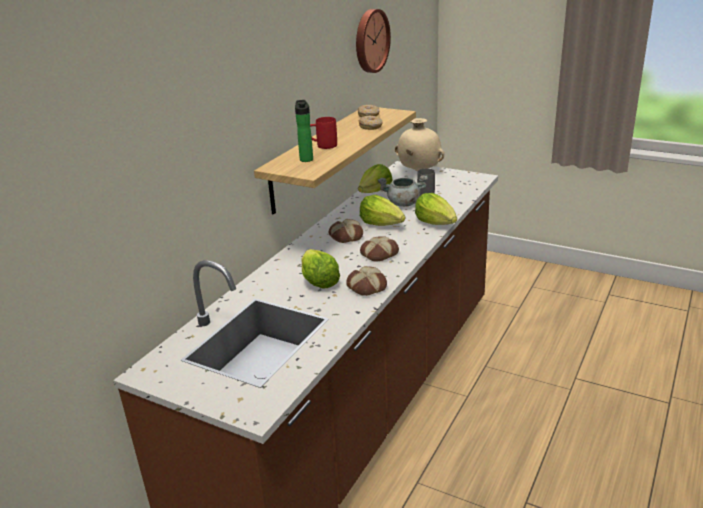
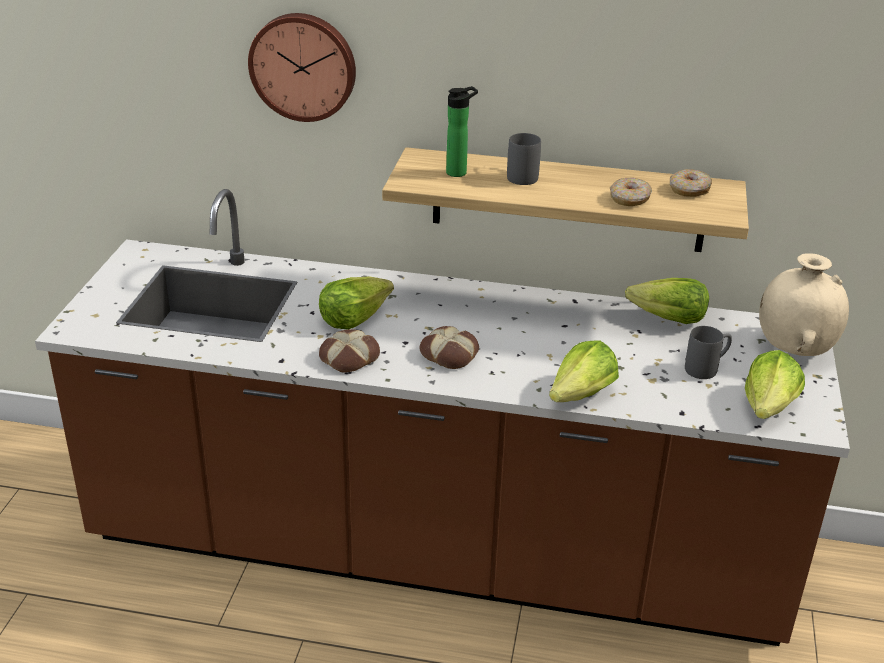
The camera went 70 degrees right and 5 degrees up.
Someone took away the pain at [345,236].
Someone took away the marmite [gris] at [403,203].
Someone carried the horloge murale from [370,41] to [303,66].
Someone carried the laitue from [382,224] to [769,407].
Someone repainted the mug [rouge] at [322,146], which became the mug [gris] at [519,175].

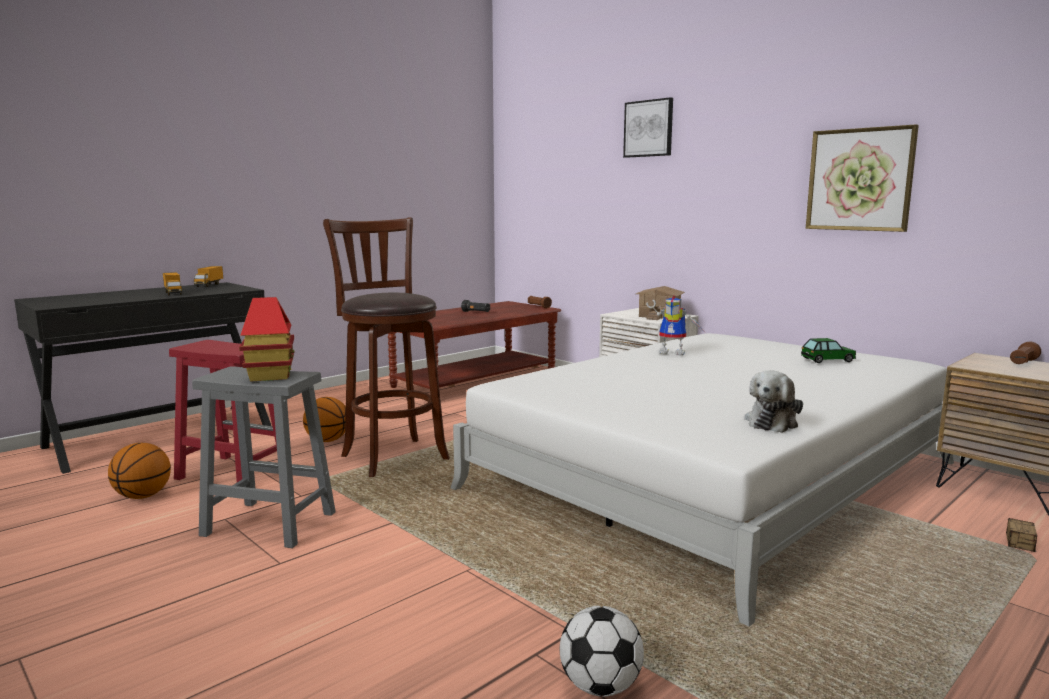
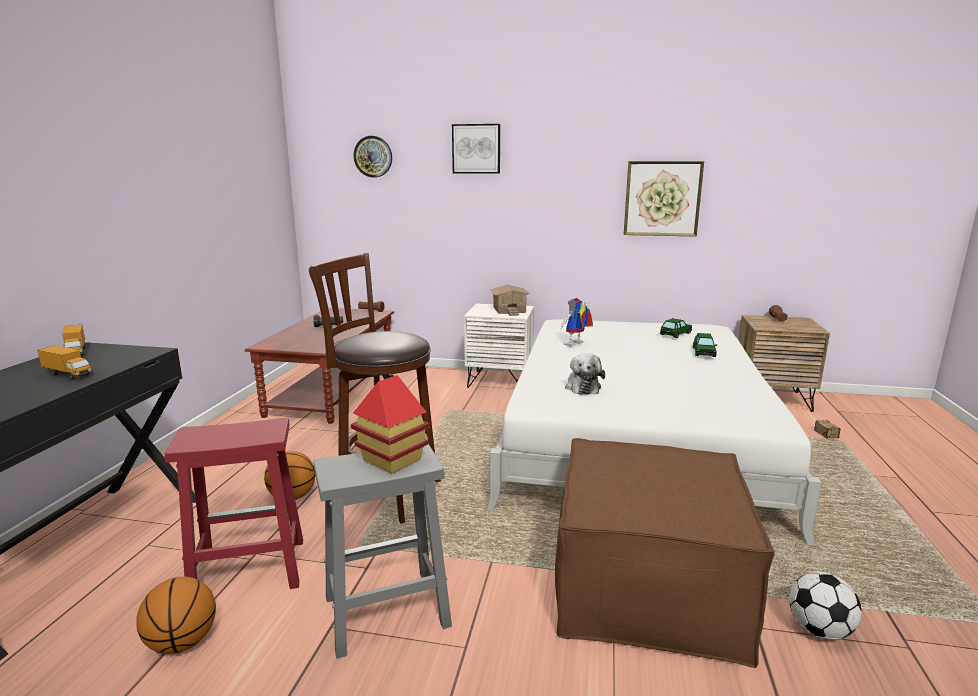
The camera went 35 degrees left and 5 degrees up.
Someone put up the horloge murale at [373,156].
Someone put down the pouf [marron] at [648,588].
Someone put down the petite voiture at [703,352].
Someone carried the peluche from [772,422] to [582,387].
Someone rotated the robot jouet at [674,353] by 150 degrees clockwise.

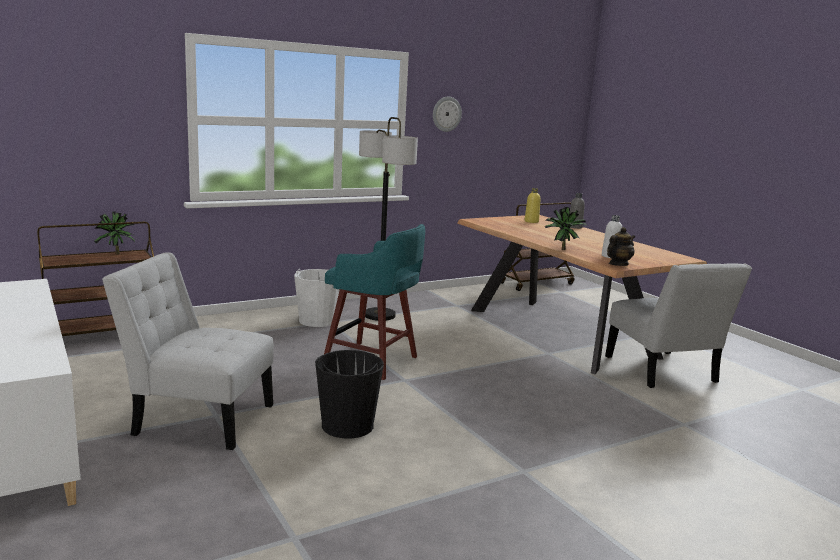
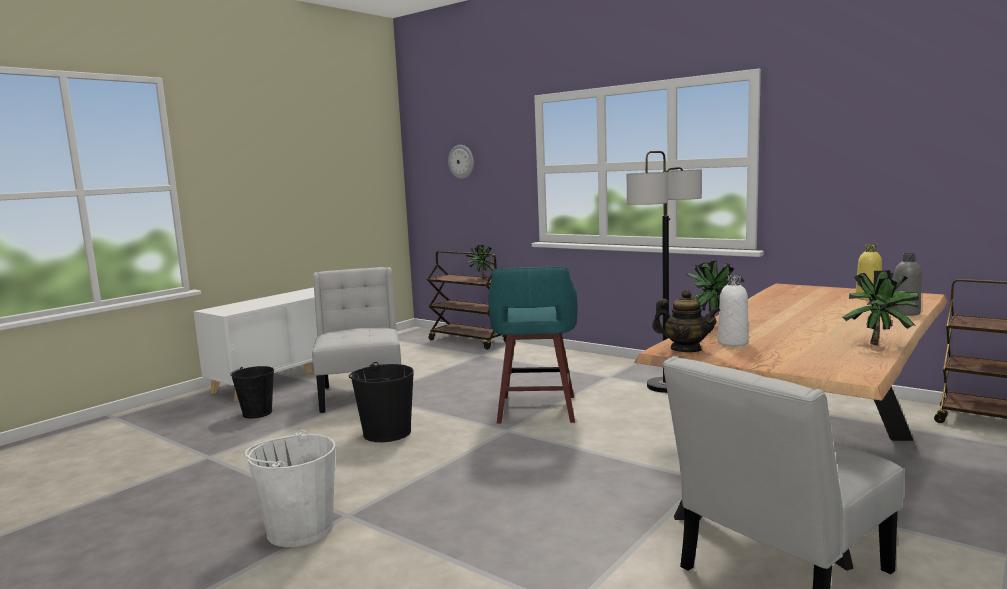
The camera went 70 degrees right and 5 degrees down.
Someone put down the seau [noir] at [257,413].
Someone put down the plante en pot at [880,344].
Someone carried the seau [blanc] from [317,321] to [299,529].
Someone carried the horloge murale from [446,114] to [461,161].

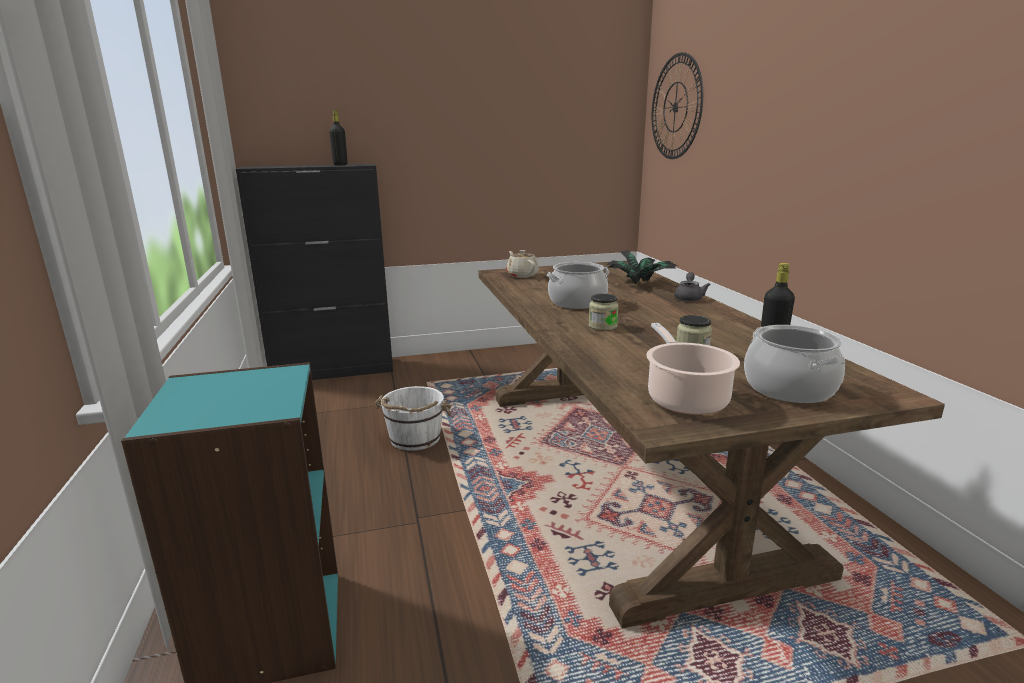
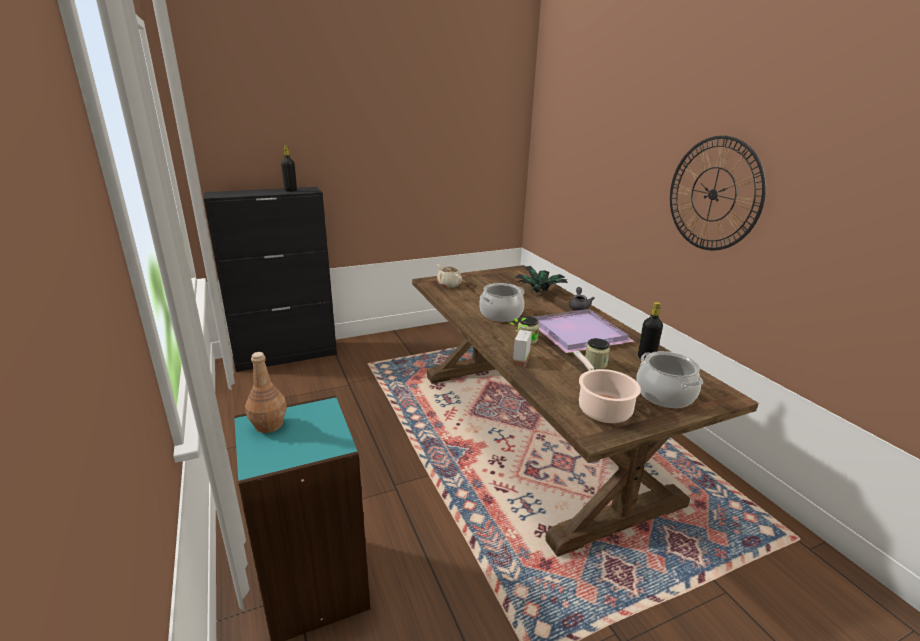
The camera went 10 degrees left and 5 degrees up.
Someone took away the seau [blanc] at [414,439].
Someone put down the bouteille [marron] at [268,425].
Someone put down the plante en pot at [516,359].
Someone put down the plateau [violet] at [577,334].
Someone carried the horloge murale from [675,107] to [713,194].

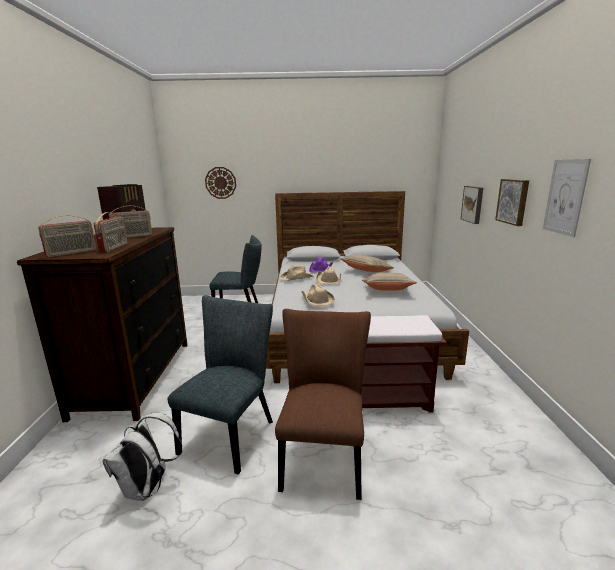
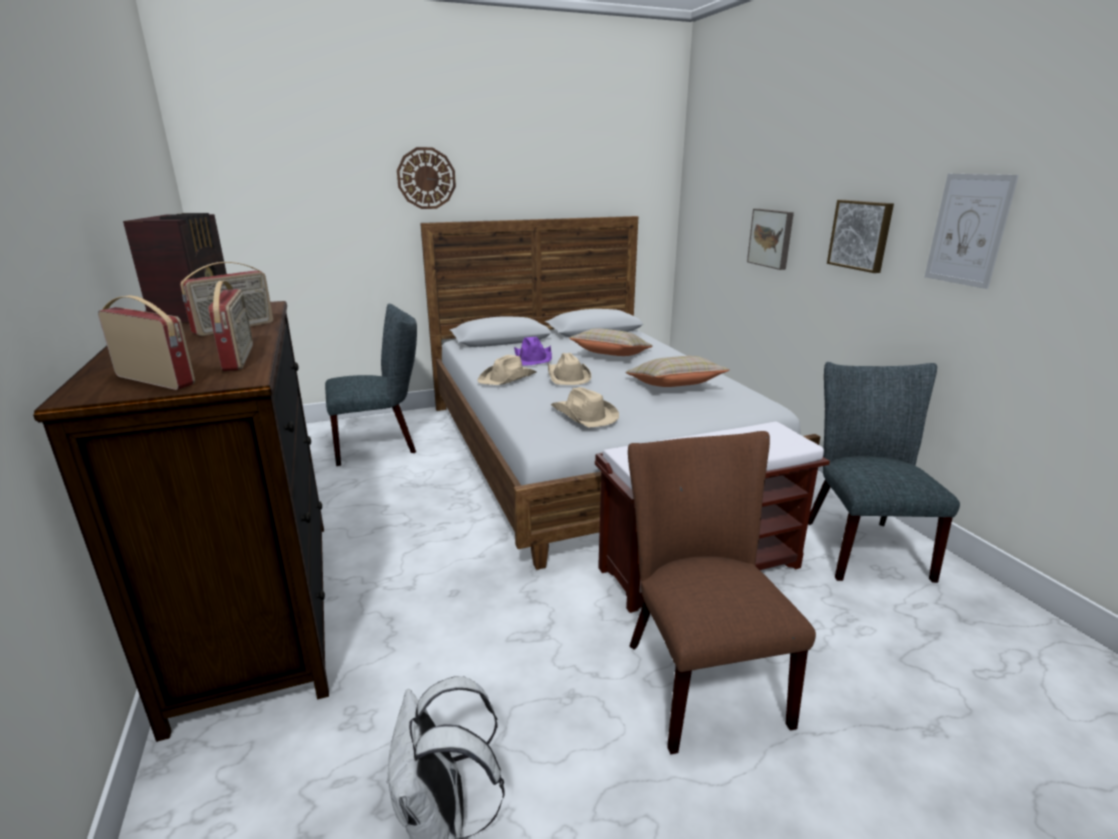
The camera went 20 degrees left and 5 degrees up.
Someone carried the chaise [gris] from [232,433] to [860,545].
Someone carried the horloge murale from [220,183] to [426,178].
Someone rotated the radio at [72,253] by 90 degrees counterclockwise.

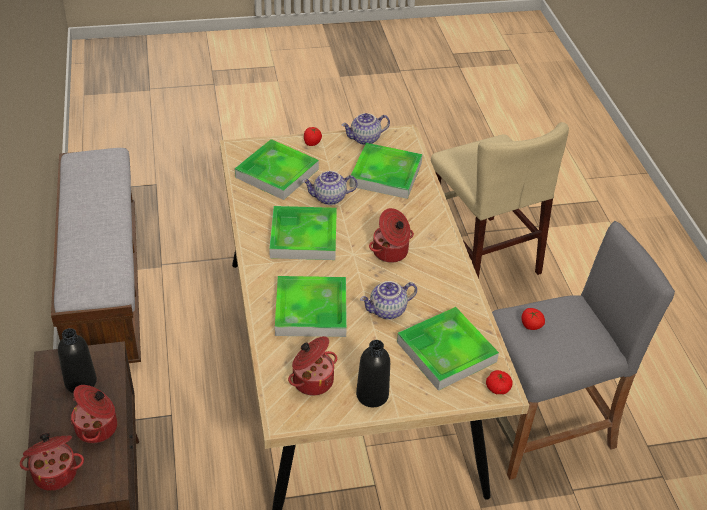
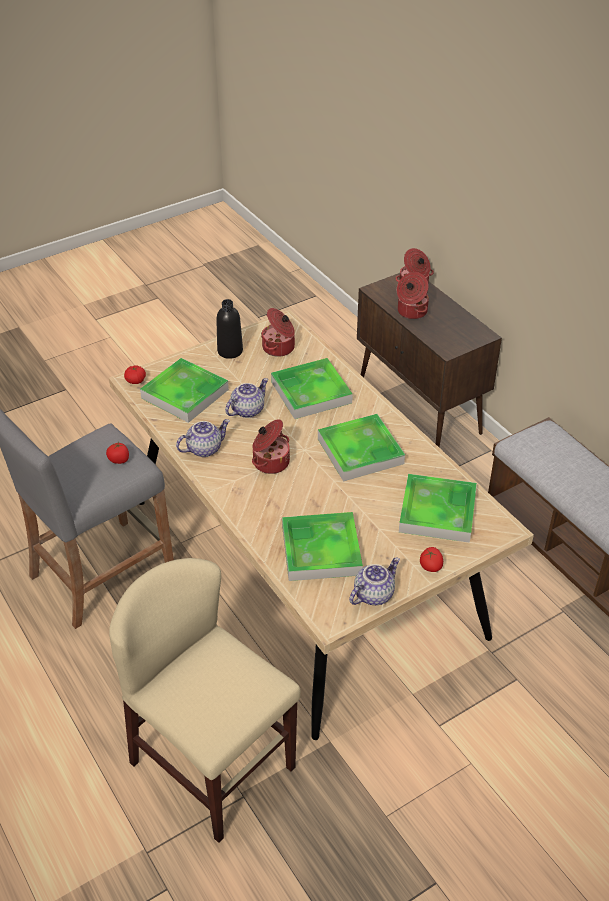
The camera went 160 degrees right and 0 degrees up.
Someone took away the bouteille [noir] at [81,382].
Someone carried the théière from [329,198] to [204,448].

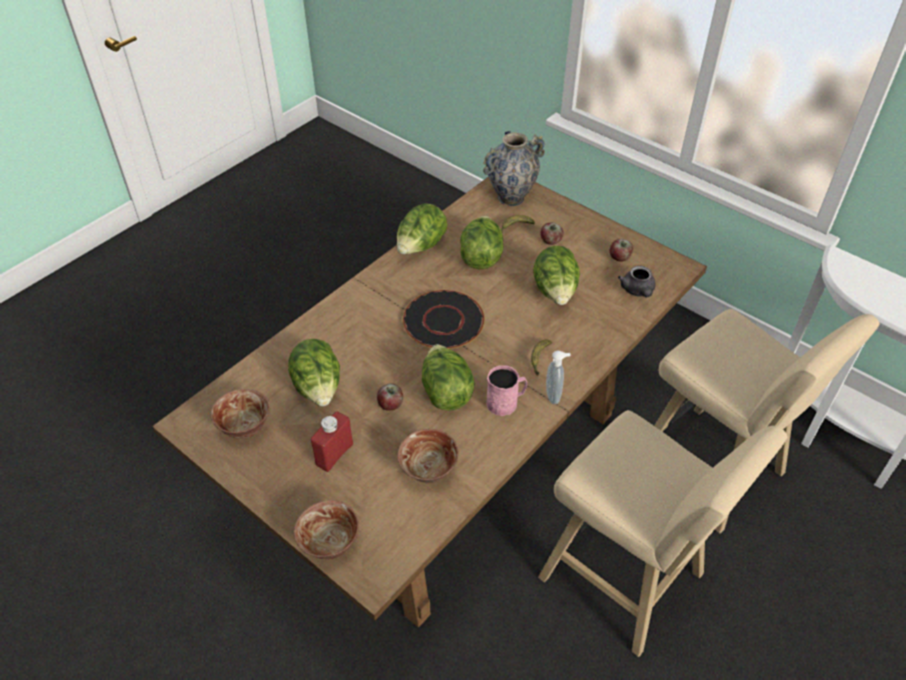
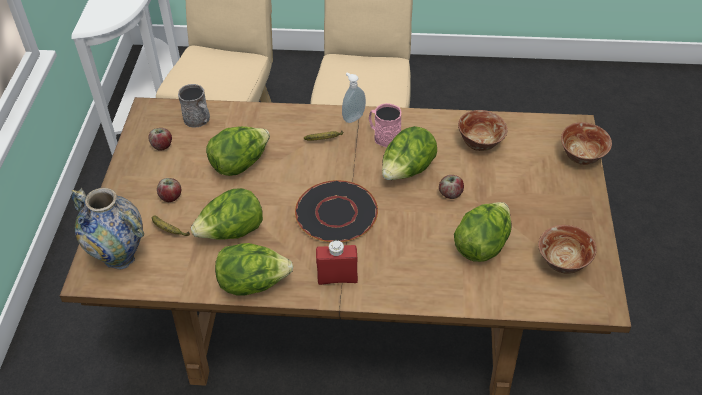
The camera went 125 degrees left and 0 degrees up.
Someone carried the bouteille [rouge] from [334,454] to [337,278].
Someone swapped the théière [gris] at [637,291] for the mug [gris] at [199,120].

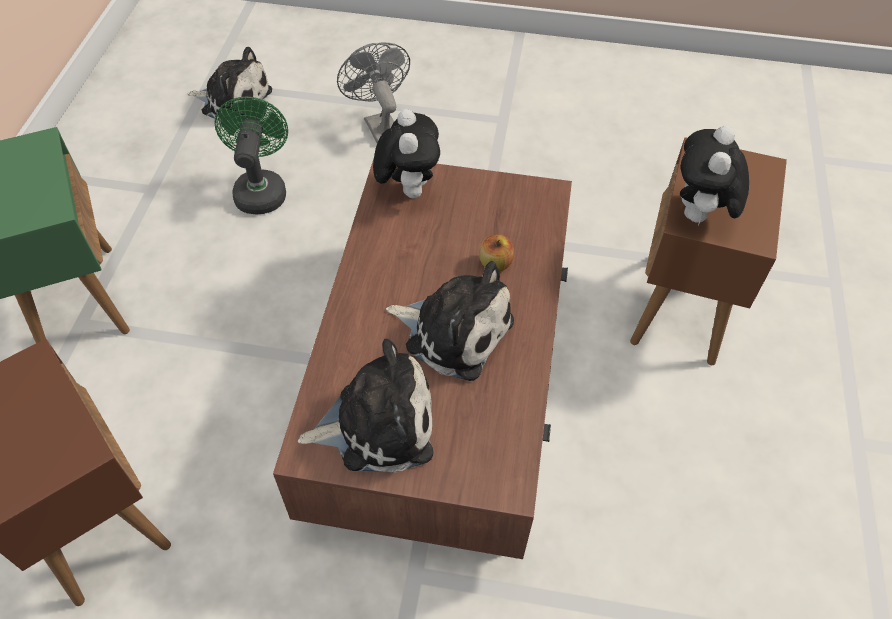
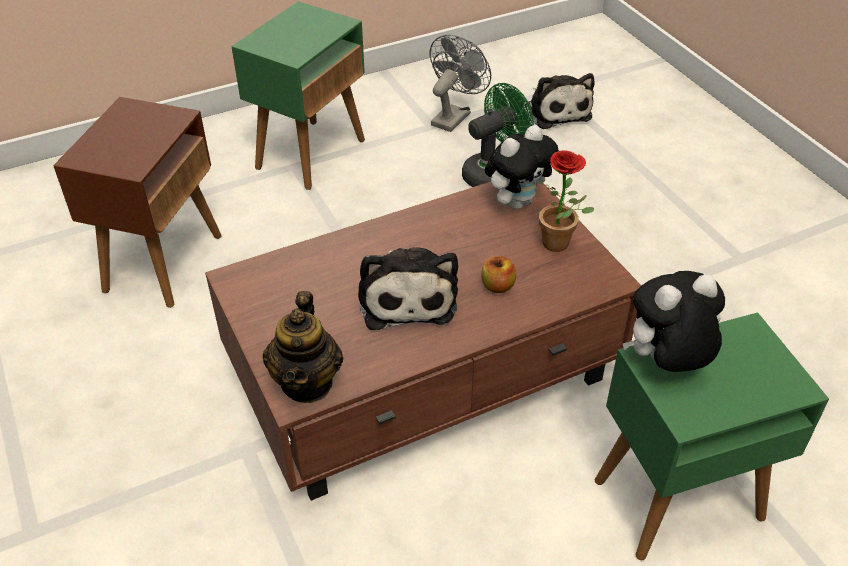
The camera went 55 degrees right and 10 degrees down.
Someone took away the peluche at [377,424].
Someone put down the théière at [307,382].
Someone put down the plante en pot at [560,245].
Someone carried the ventilateur [gris] from [379,125] to [454,116].
Someone repainted the table d'appoint [marron] at [680,309], which became the table d'appoint [vert] at [676,500].

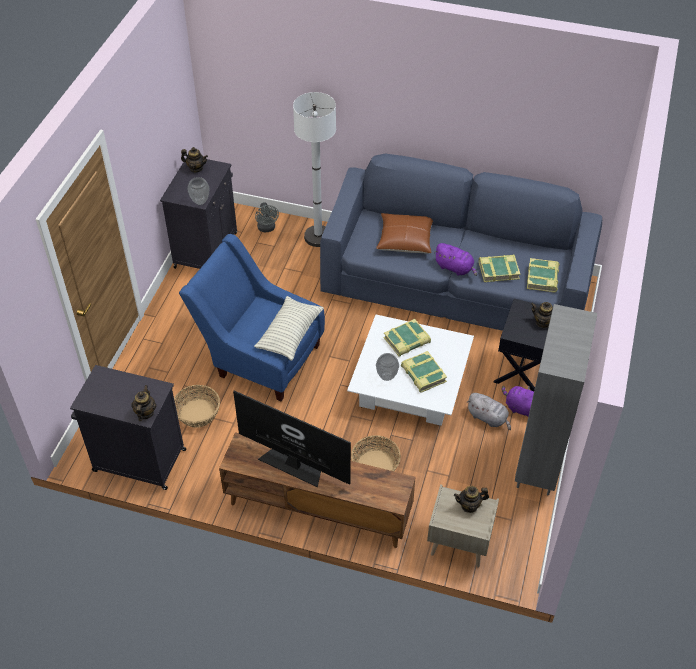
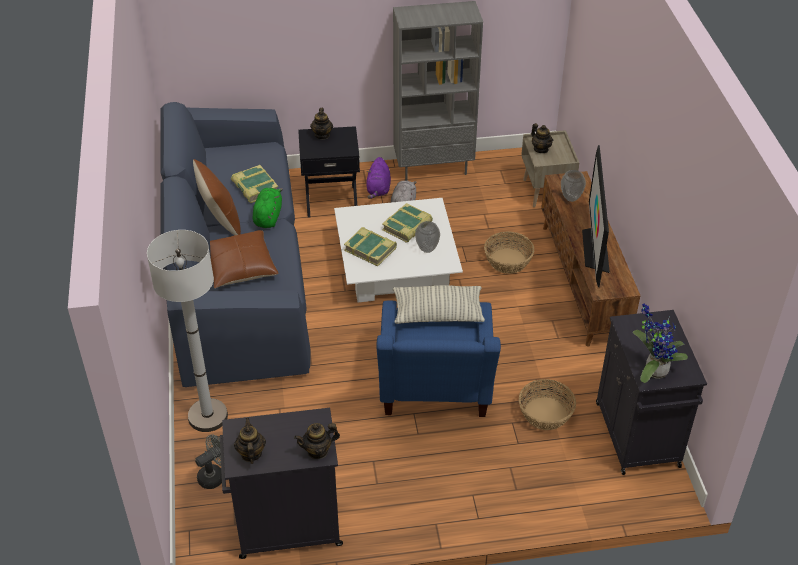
The camera went 115 degrees left and 5 degrees down.
Someone took away the livre at [543,278].
Someone put down the coussin [marron] at [220,220].
Someone put down the plante en pot at [653,370].
Someone carried the théière from [145,413] to [318,451].
Someone carried the vase from [200,202] to [571,198].
Someone repainted the peluche [violet] at [455,268], which became the peluche [vert] at [268,217].

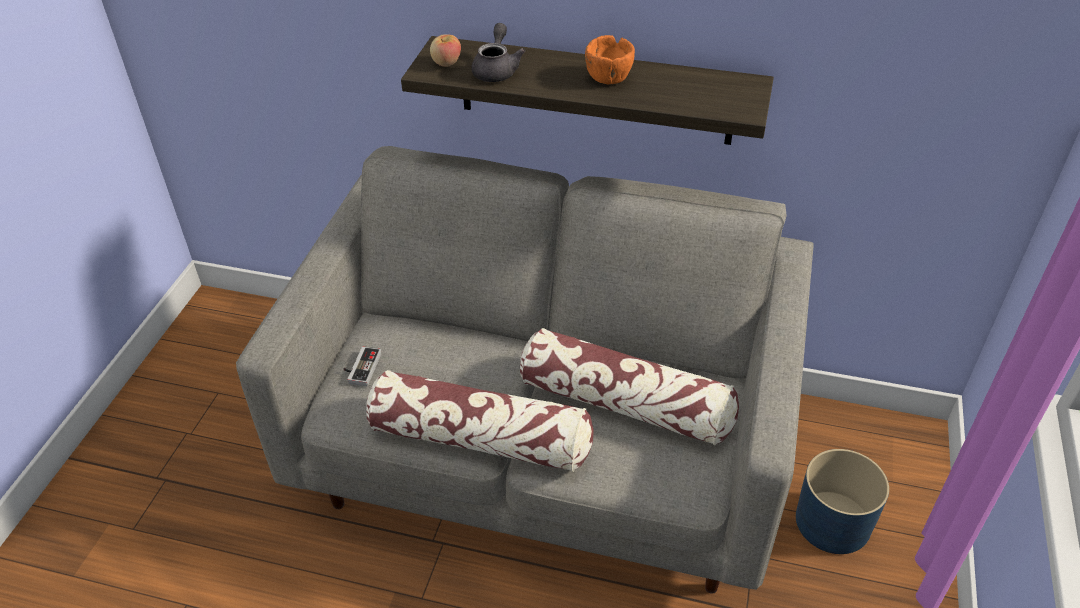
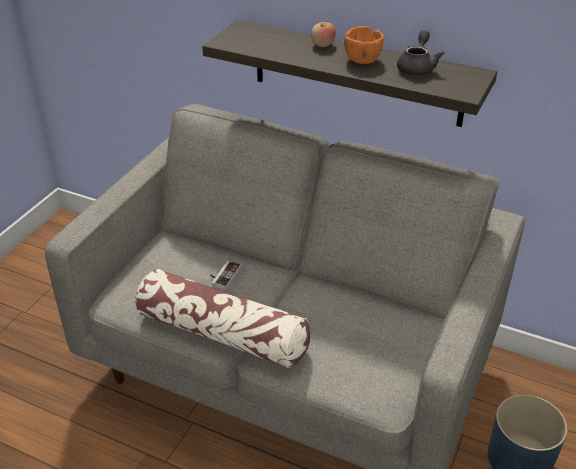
The camera went 10 degrees right and 5 degrees down.
Someone took away the coussin at [625,404].
Someone carried the manette from [360,368] to [223,276].
Someone carried the pomme from [446,63] to [322,45].
Someone carried the théière [gris] from [496,70] to [417,67].

